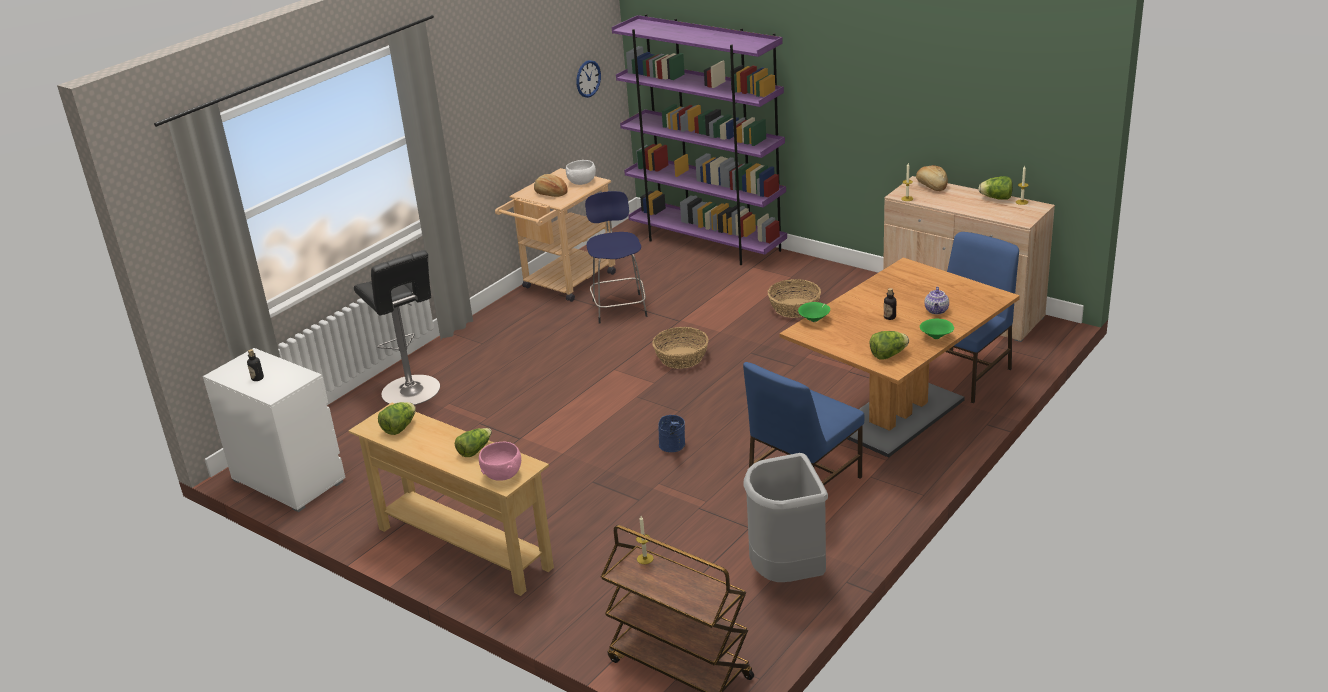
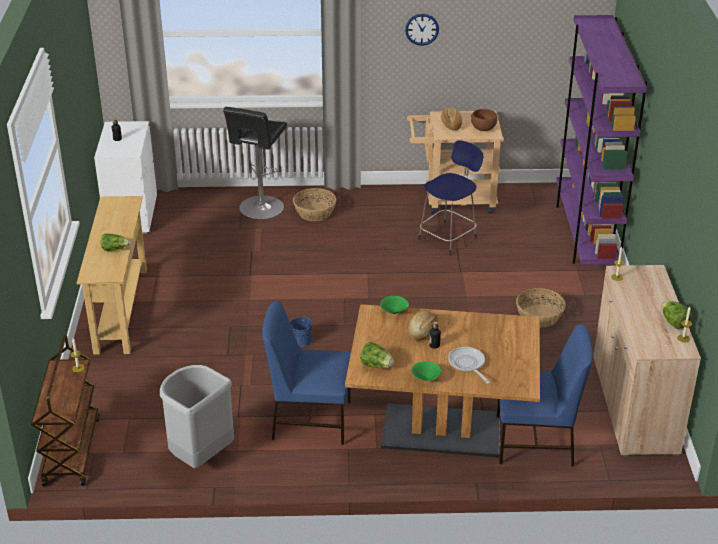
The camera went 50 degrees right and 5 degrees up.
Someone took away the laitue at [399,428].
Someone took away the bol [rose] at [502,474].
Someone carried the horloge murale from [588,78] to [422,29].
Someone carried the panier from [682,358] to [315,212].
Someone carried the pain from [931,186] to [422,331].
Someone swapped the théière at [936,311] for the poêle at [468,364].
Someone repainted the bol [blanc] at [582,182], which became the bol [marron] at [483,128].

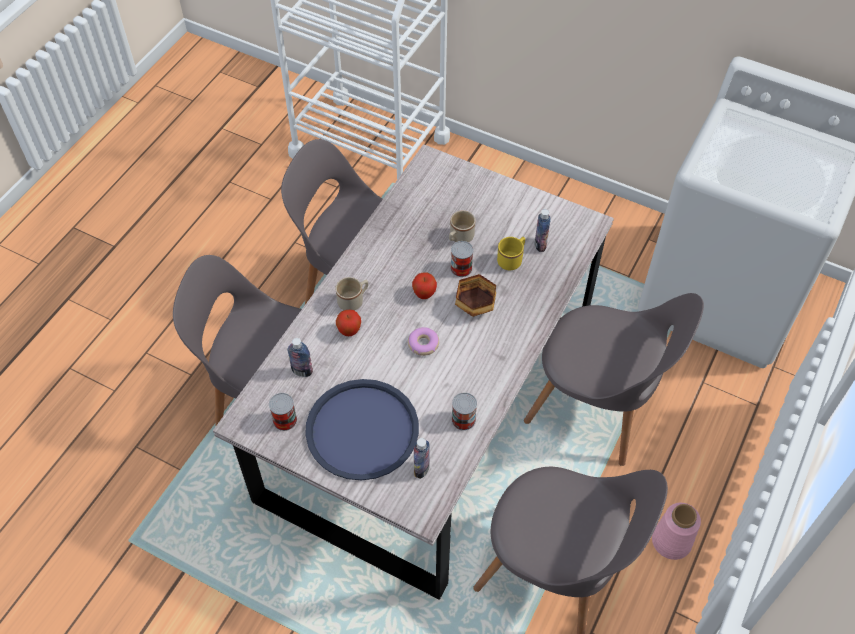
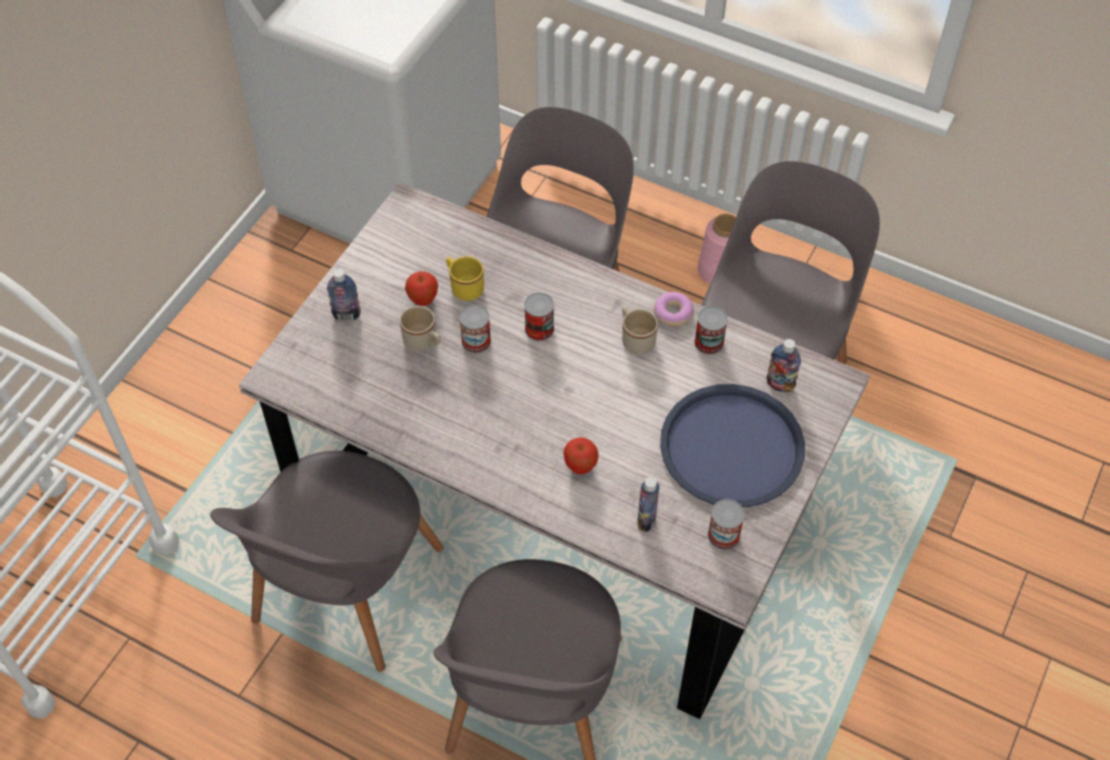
The camera went 90 degrees left and 0 degrees up.
Someone carried the mug [beige] from [353,300] to [635,339].
Someone carried the beignet from [423,344] to [673,313].
Someone carried the pomme from [424,294] to [423,300].
Someone carried the bouteille from [540,244] to [346,315].
Someone swapped the bol at [473,306] for the boîte métallique at [539,329].

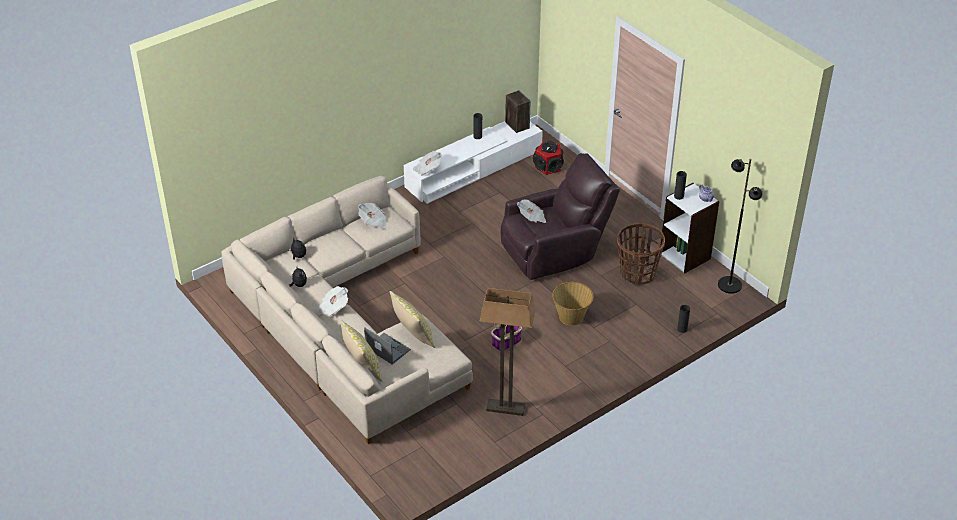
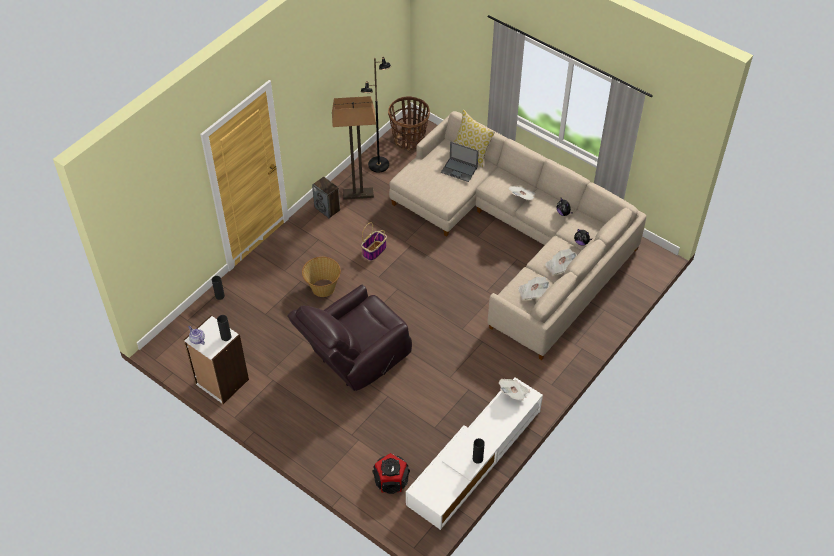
The camera went 165 degrees right and 10 degrees up.
Someone took away the coussin at [413,336].
Someone carried the enceinte from [517,125] to [327,209].
Someone carried the journal from [532,218] to [560,267].
Someone carried the panier from [637,273] to [409,140].
Someone carried the lampadaire [noir] from [729,285] to [378,165].

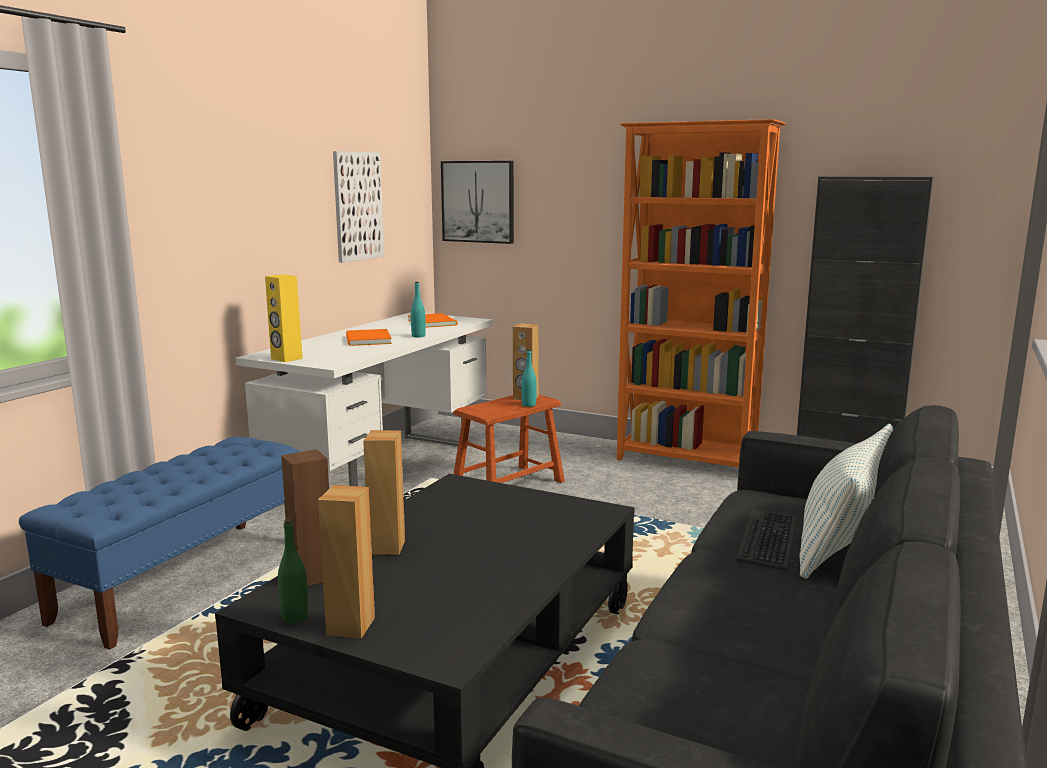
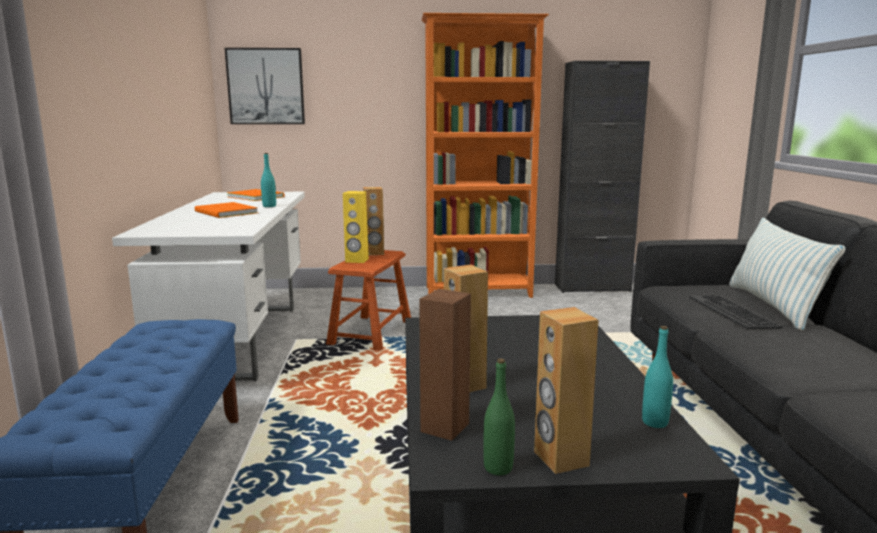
The camera went 30 degrees left and 0 degrees up.
Someone took away the tableau at [358,206].
Someone carried the enceinte [jaune] from [286,359] to [356,260].
Someone carried the bouteille [turquoise] from [529,405] to [655,422].

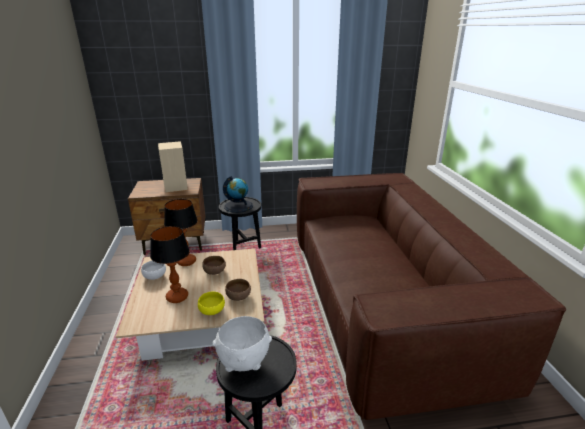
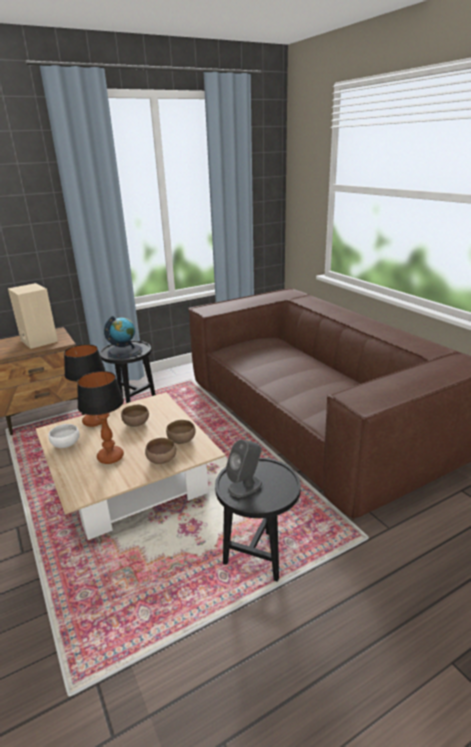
The camera went 20 degrees left and 0 degrees up.
Someone swapped the bol [blanc] at [244,362] for the enceinte [gris] at [245,486].
Someone repainted the bol [jaune] at [212,311], which became the bol [marron] at [162,460].

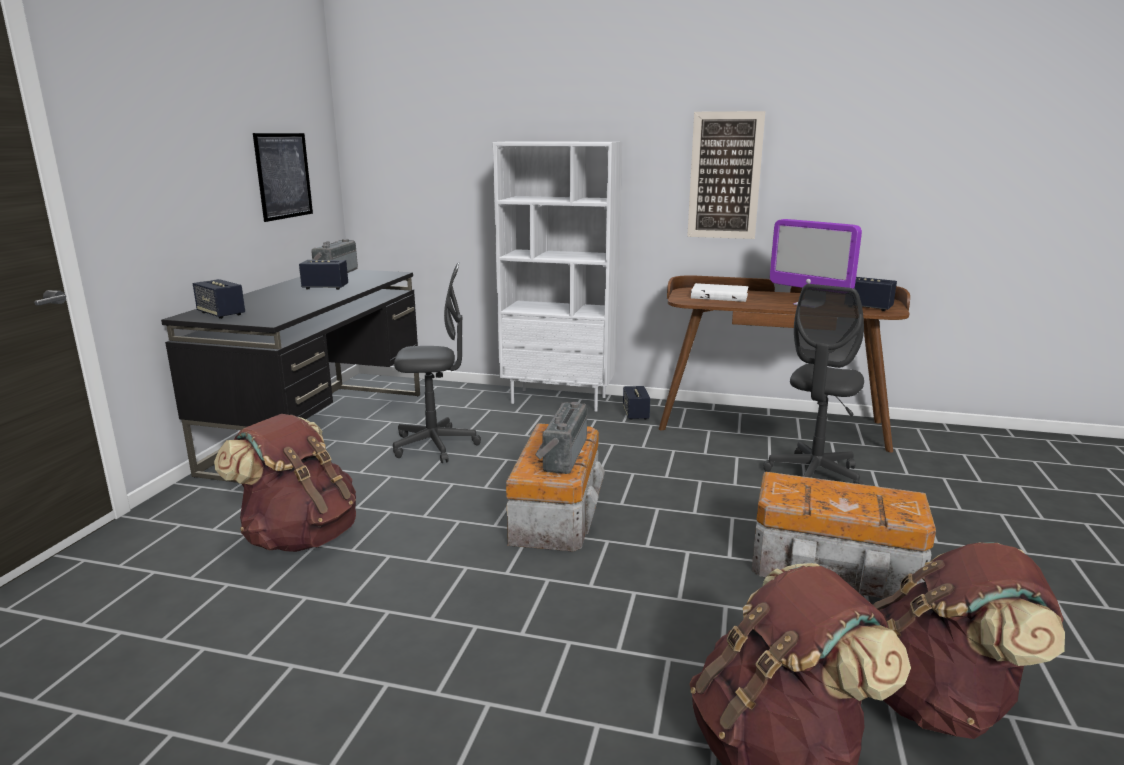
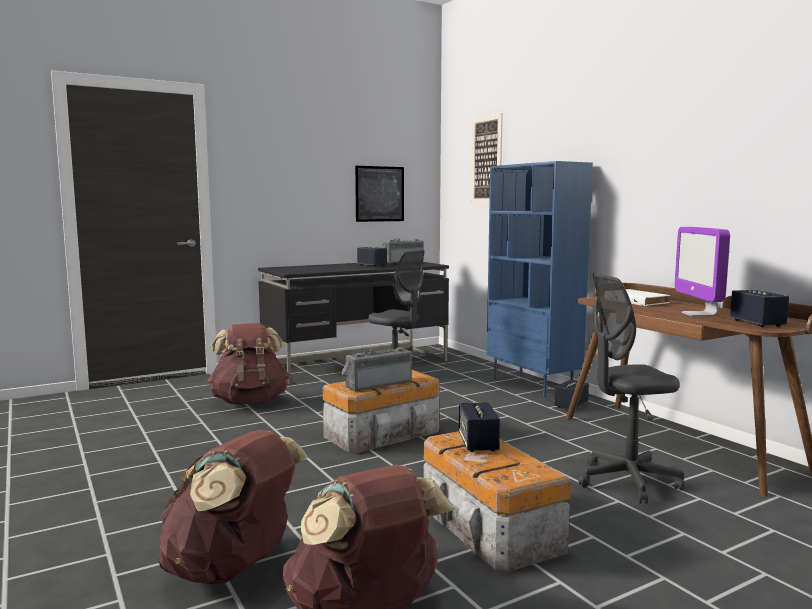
The camera went 45 degrees right and 10 degrees down.
Someone carried the enceinte from [221,314] to [478,443].
Someone carried the tableau from [725,176] to [486,160].
Someone repainted the bibliothèque [blanc] at [559,399], which became the bibliothèque [bleu] at [533,384].

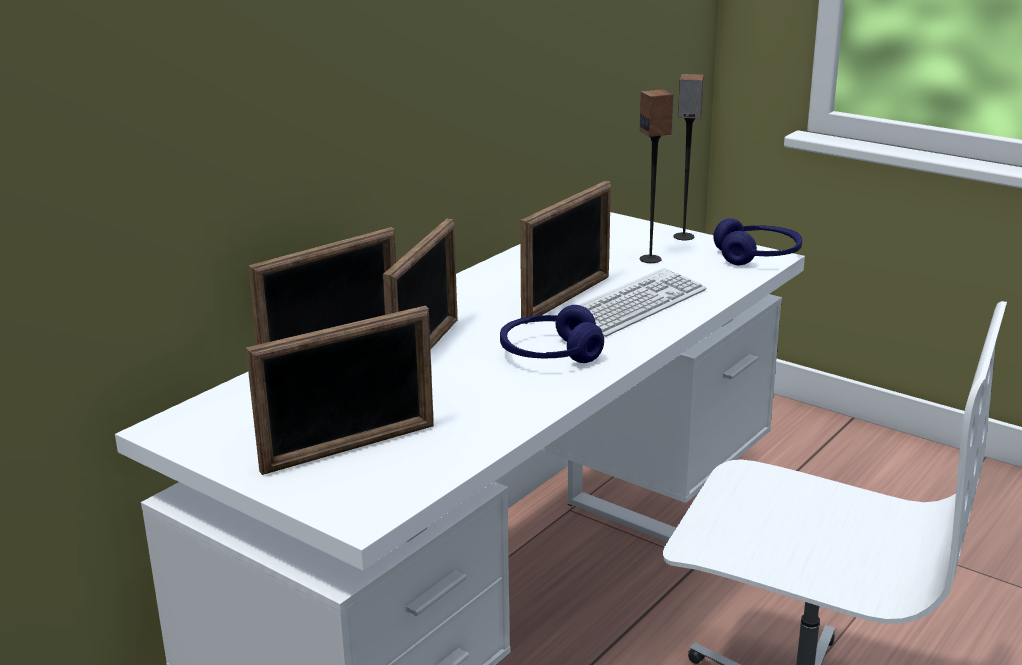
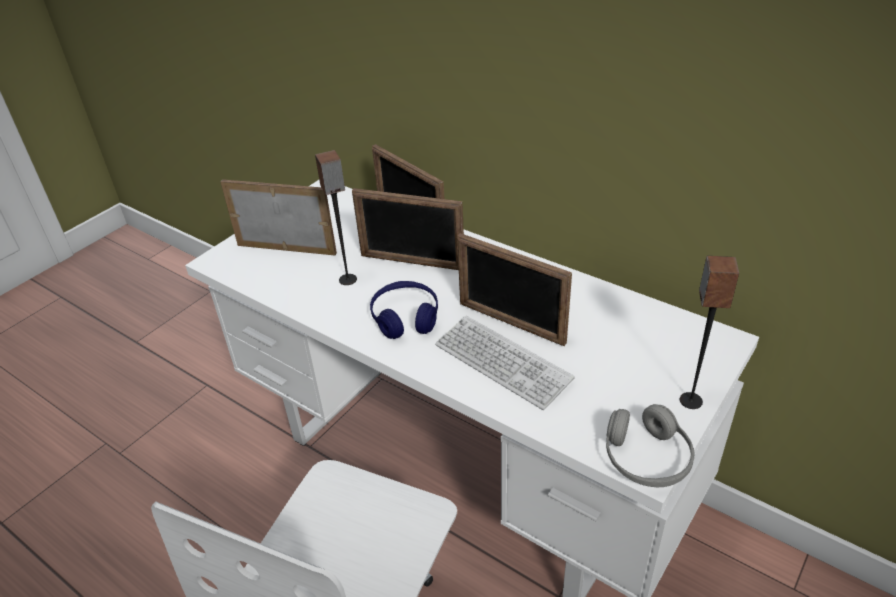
The camera went 90 degrees right and 15 degrees up.
Someone carried the enceinte from [651,259] to [348,280].
Someone repainted the casque audio [bleu] at [757,256], which became the casque audio [gris] at [646,458].
Someone rotated the cadre photo at [349,448] by 135 degrees clockwise.

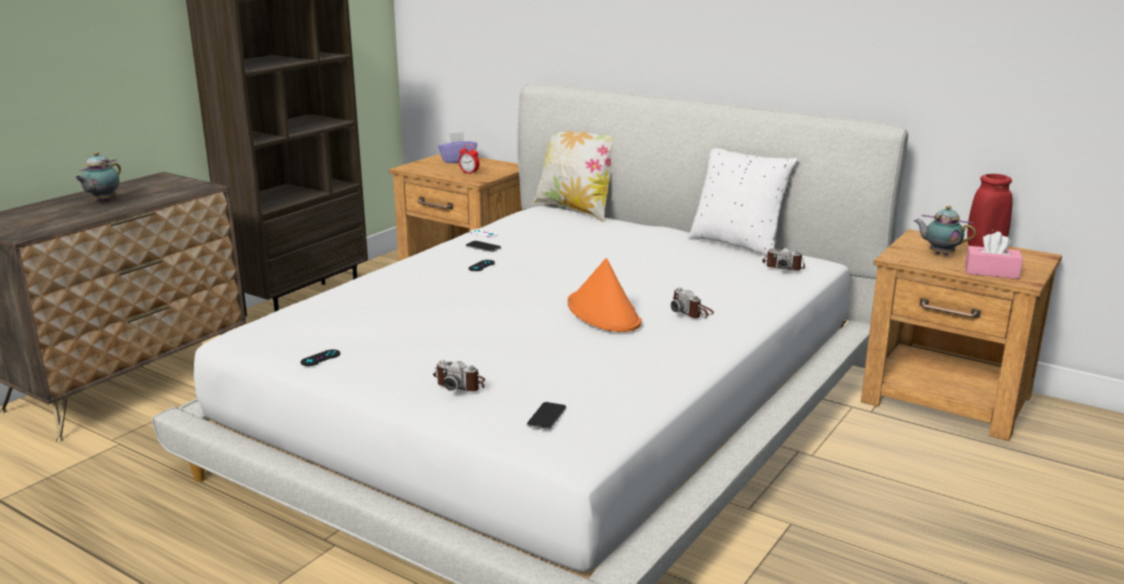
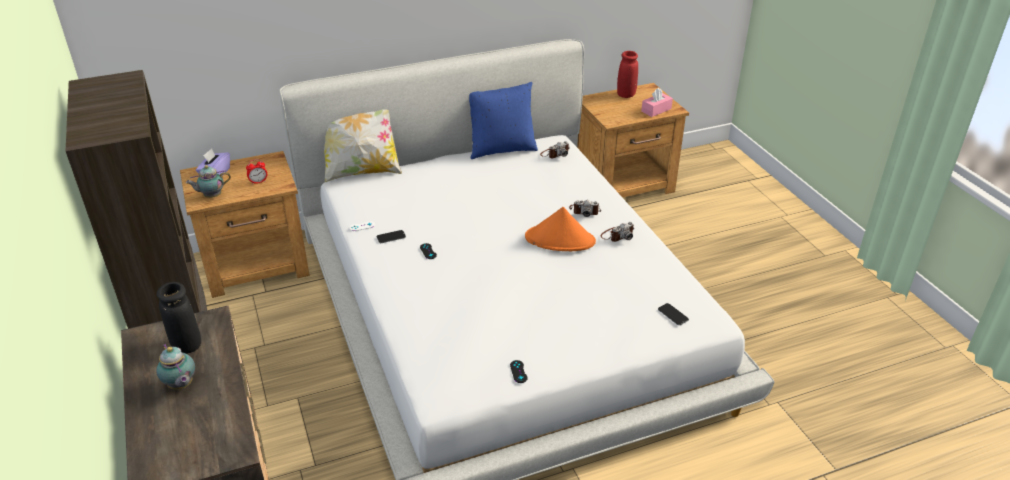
The camera went 55 degrees left and 15 degrees up.
Someone put down the vase [noir] at [187,345].
Someone carried the appareil photo from [461,384] to [617,235].
Someone carried the théière from [939,254] to [211,196].
Someone repainted the coussin [blanc] at [737,244], which became the coussin [bleu] at [501,149].

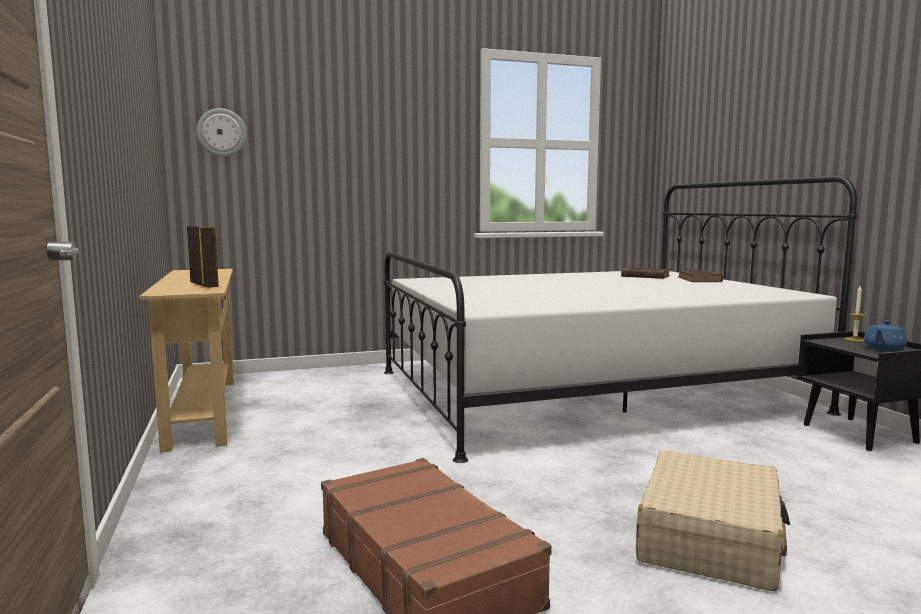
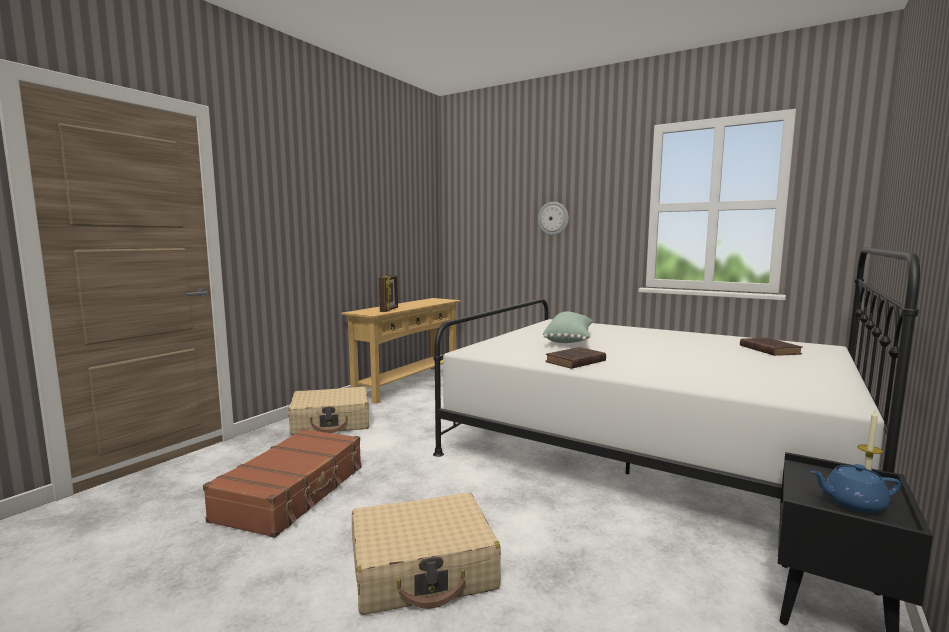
The camera went 50 degrees right and 0 degrees up.
Someone put down the valise [beige] at [331,422].
Someone put down the coussin [vert] at [570,340].
Someone carried the horloge murale from [222,132] to [553,218].
Someone carried the livre [marron] from [699,280] to [574,362].

